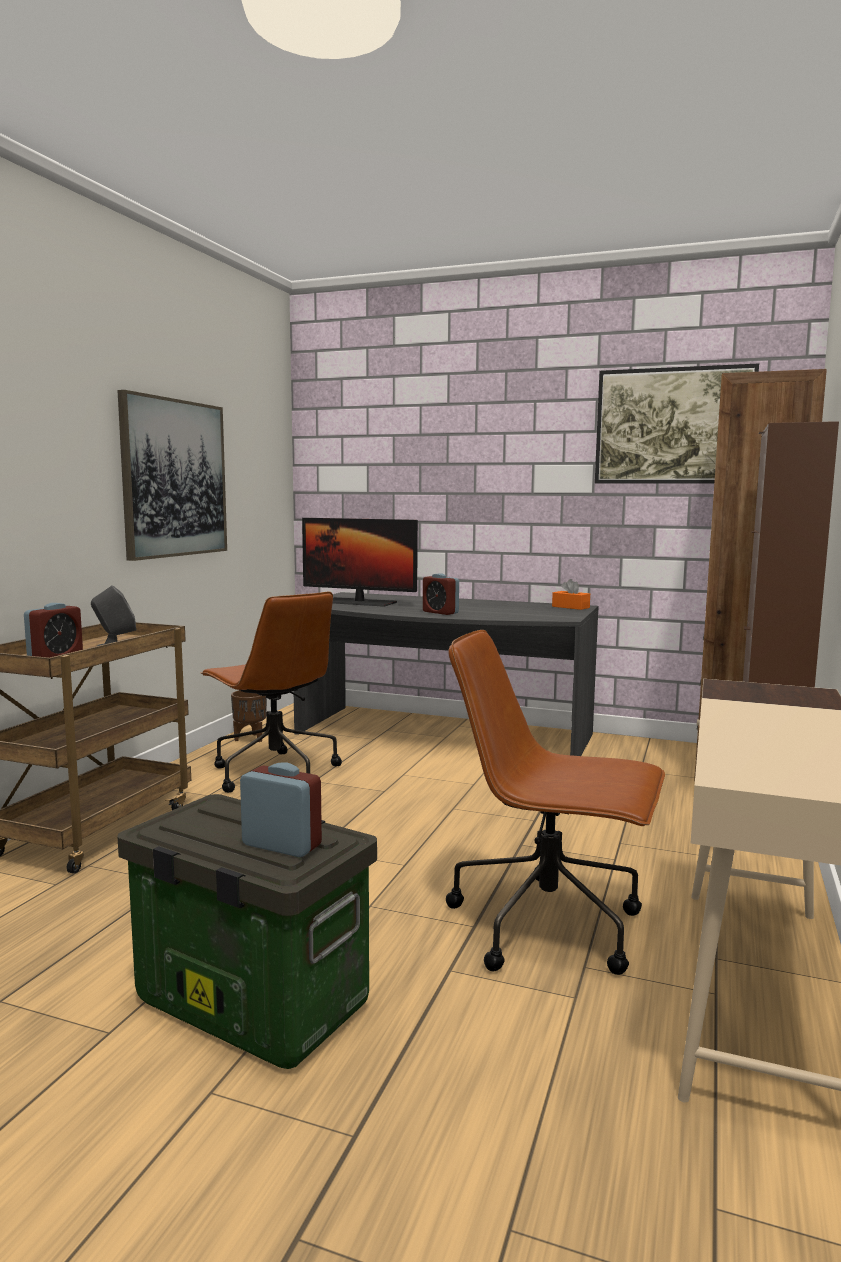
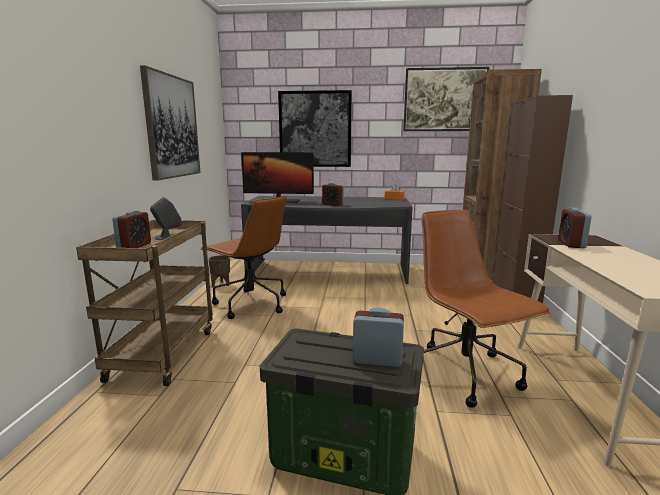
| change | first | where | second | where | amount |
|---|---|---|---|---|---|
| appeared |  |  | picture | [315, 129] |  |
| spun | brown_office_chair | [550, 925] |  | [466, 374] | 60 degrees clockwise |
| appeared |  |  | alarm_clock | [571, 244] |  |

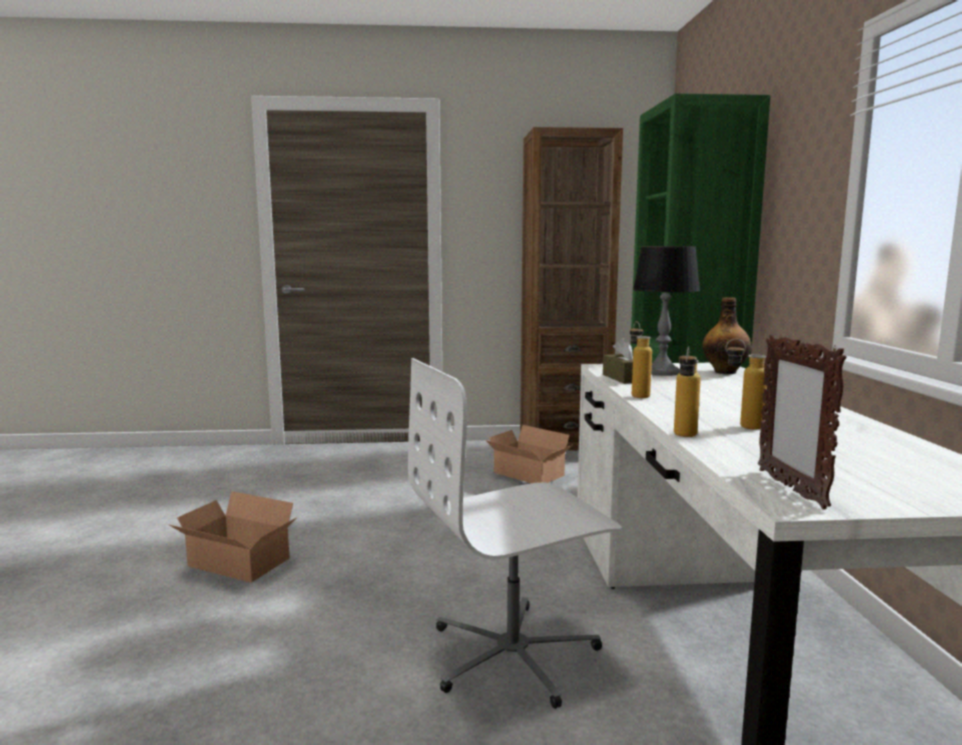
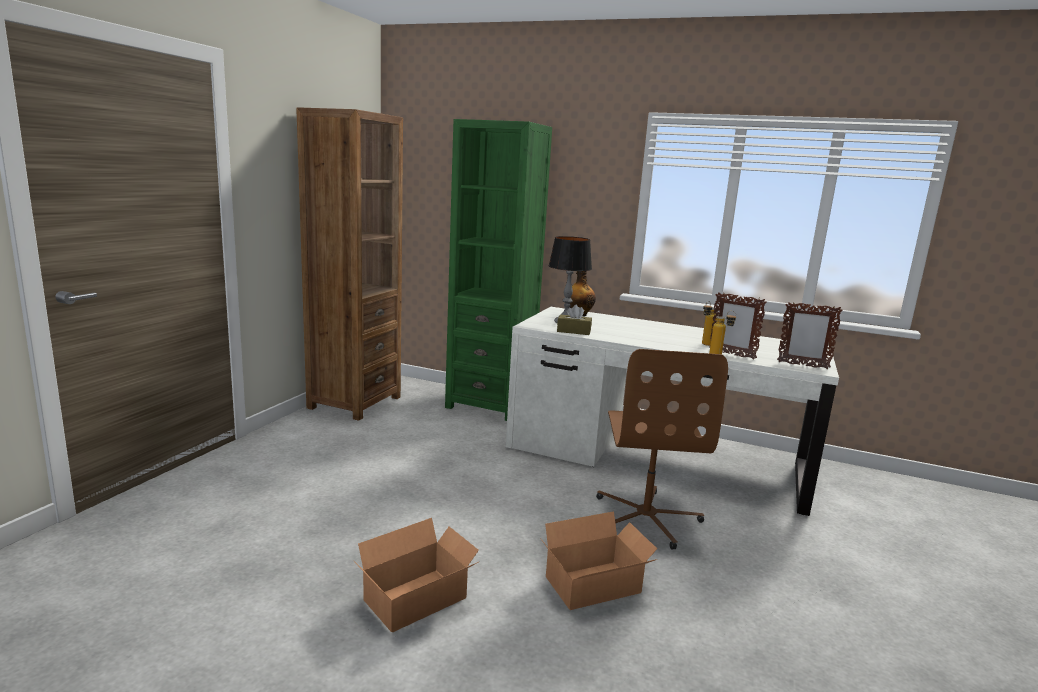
| change | first | where | second | where | amount |
|---|---|---|---|---|---|
| relocated | cardboard_box | [528, 475] |  | [596, 586] |  |
| colour | white_office_chair | [514, 655] | brown_office_chair | [646, 517] |  |
| appeared |  |  | picture_frame | [731, 354] |  |
| missing | bottle | [637, 395] |  |  |  |

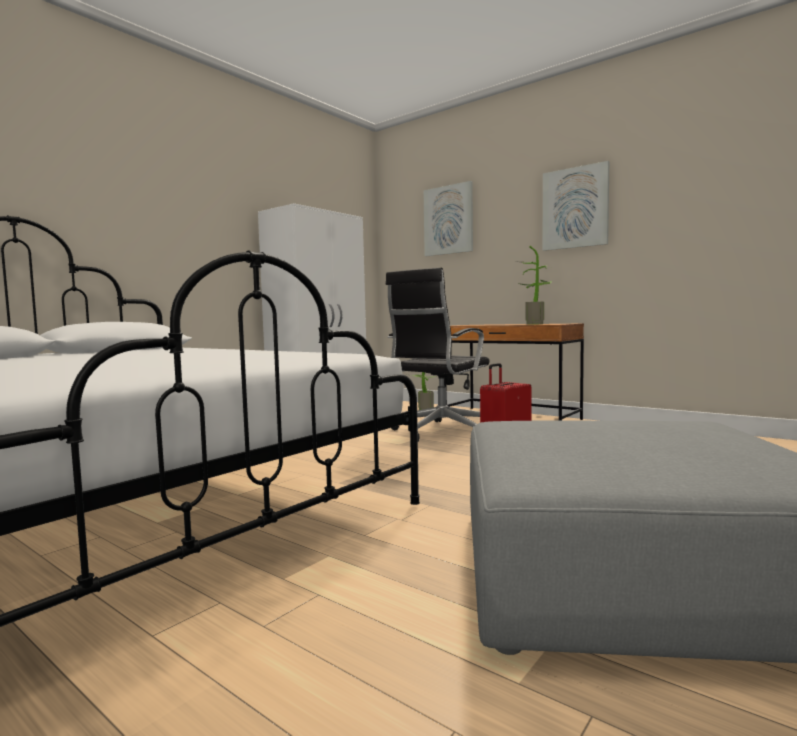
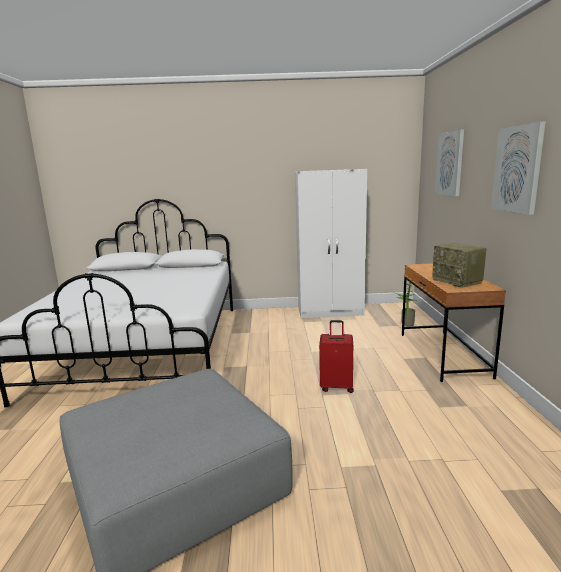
| change | first | where | second | where | amount |
|---|---|---|---|---|---|
| exchanged | potted_plant | [535, 324] | radio | [458, 281] |  |
| missing | black_office_chair | [439, 432] |  |  |  |

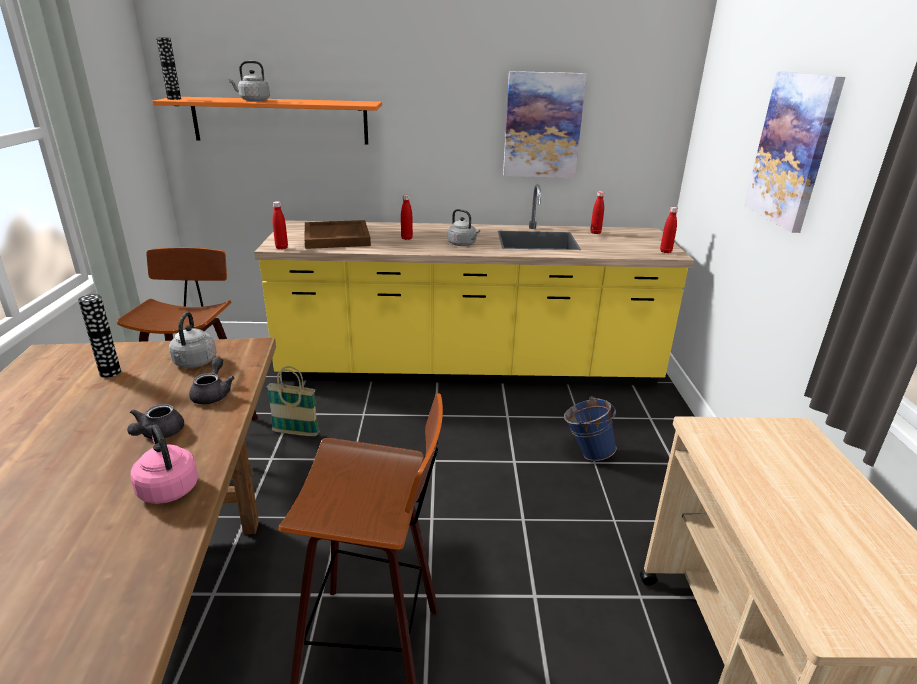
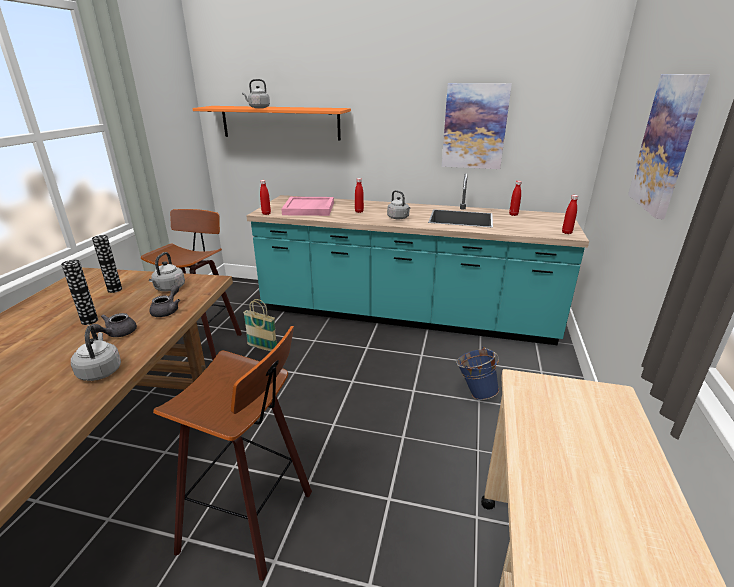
| change | first | where | second | where | amount |
|---|---|---|---|---|---|
| relocated | vase | [174, 99] |  | [89, 321] |  |
| colour | pink_kettle | [168, 488] | grey_kettle | [100, 371] |  |
| colour | yellow_counter | [469, 368] | turquoise_counter | [405, 315] |  |
| colour | brown_tray | [337, 238] | pink_tray | [309, 209] |  |

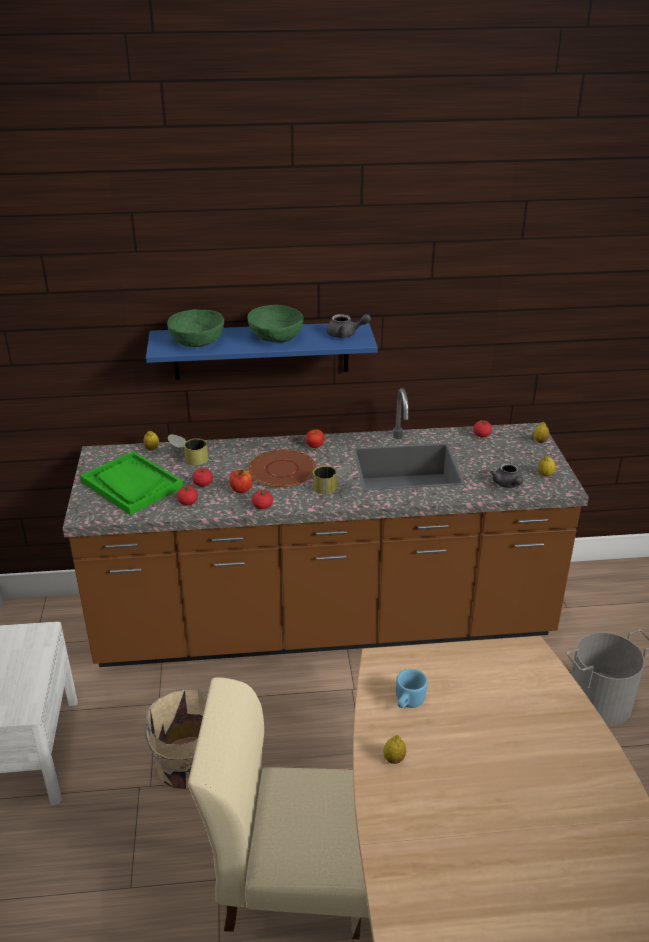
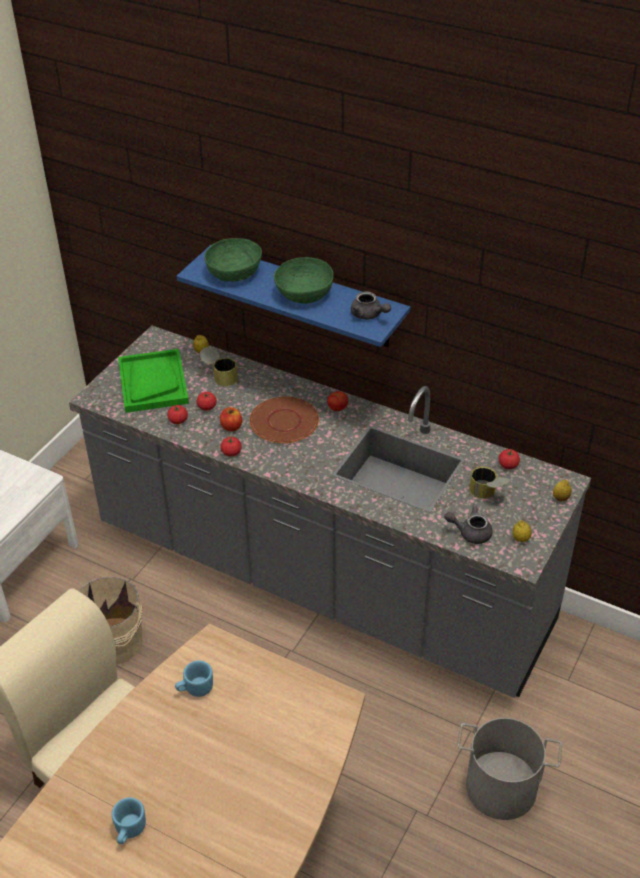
| change | first | where | second | where | amount |
|---|---|---|---|---|---|
| colour | brown_counter | [324, 623] | grey_counter | [321, 577] |  |
| appeared |  |  | blue_mug | [128, 831] |  |
| spun | grey_teapot | [508, 485] |  | [470, 532] | 75 degrees clockwise |
| relocated | can | [332, 489] |  | [487, 494] |  |
| missing | lemon | [394, 759] |  |  |  |

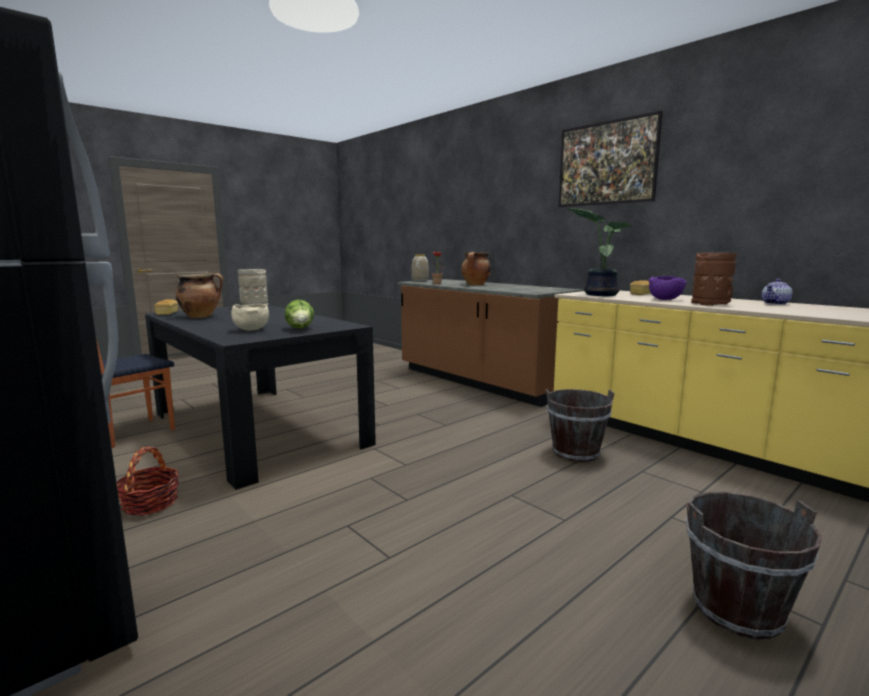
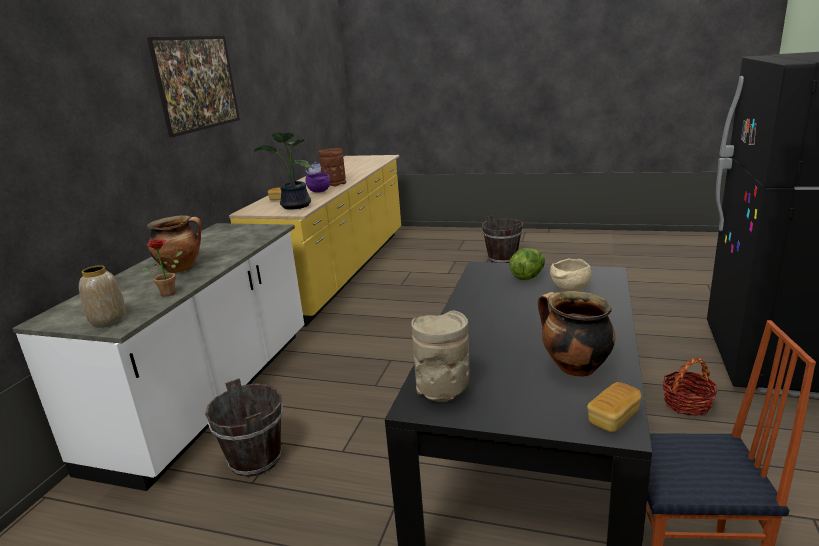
| change | first | where | second | where | amount |
|---|---|---|---|---|---|
| colour | brown_counter | [480, 381] | white_counter | [210, 395] |  |
| relocated | brown_bucket | [575, 453] |  | [256, 459] |  |

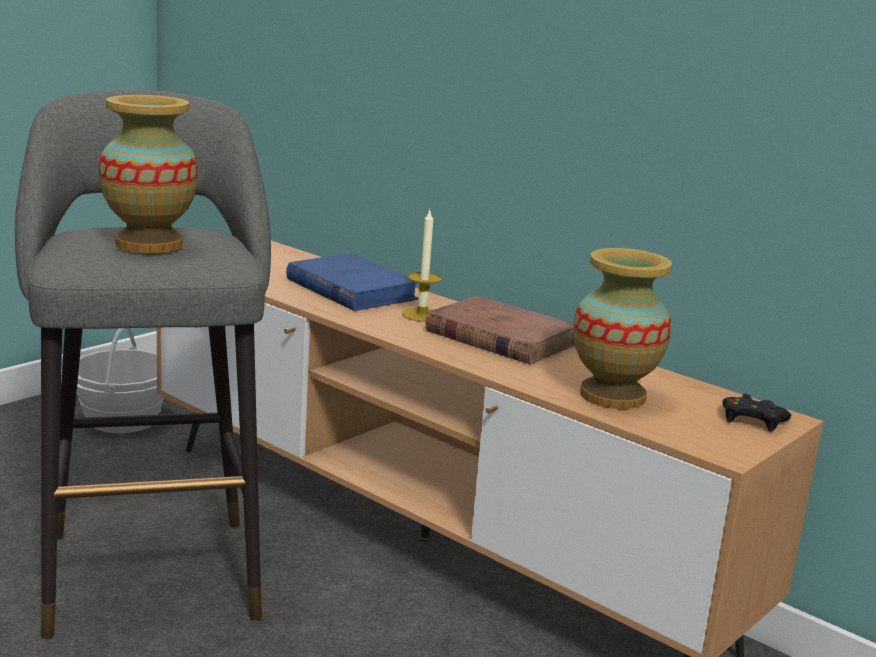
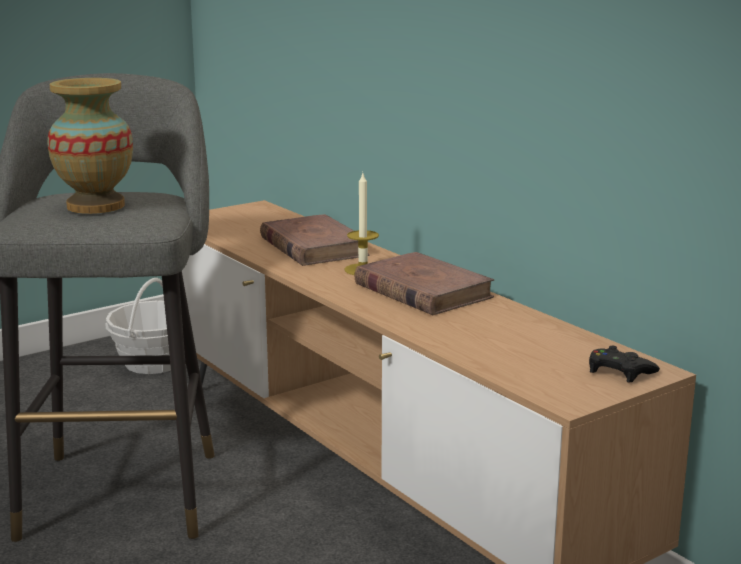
| change | first | where | second | where | amount |
|---|---|---|---|---|---|
| colour | blue_book | [350, 289] | brown_book | [313, 246] |  |
| missing | vase | [613, 396] |  |  |  |

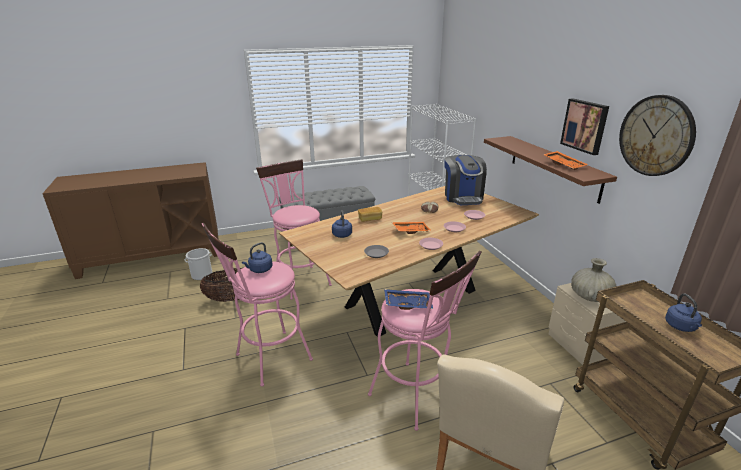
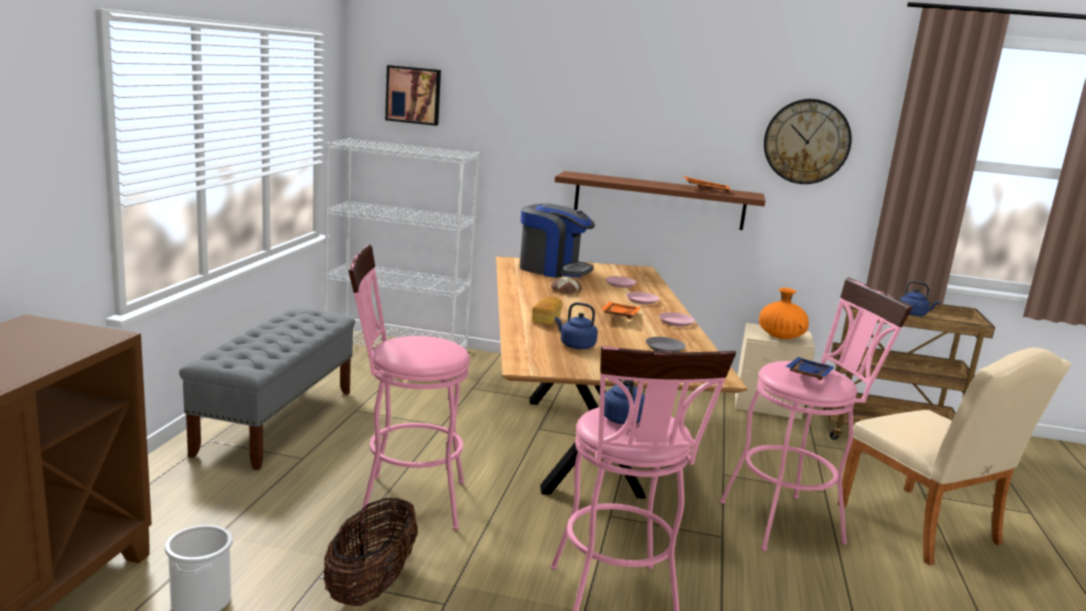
| change | first | where | second | where | amount |
|---|---|---|---|---|---|
| relocated | picture | [585, 126] |  | [413, 95] |  |
| colour | beige_vase | [590, 297] | orange_vase | [780, 337] |  |

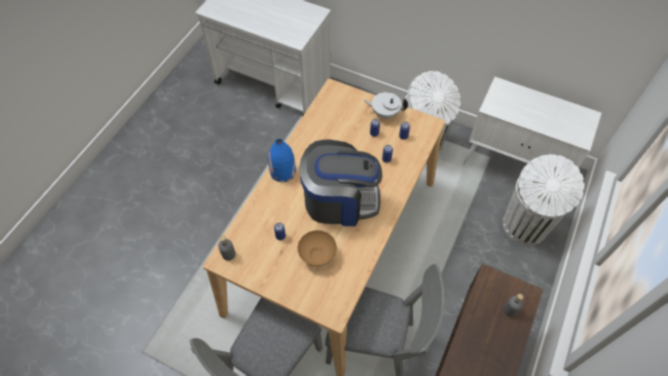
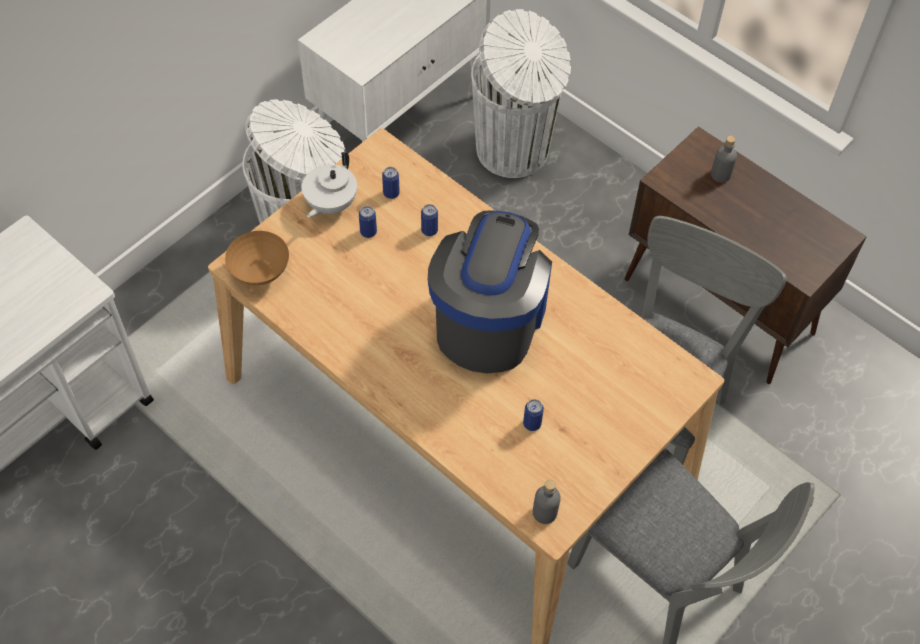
| change | first | where | second | where | amount |
|---|---|---|---|---|---|
| relocated | brown_bowl | [318, 256] |  | [261, 273] |  |
| missing | blue_vase | [282, 171] |  |  |  |

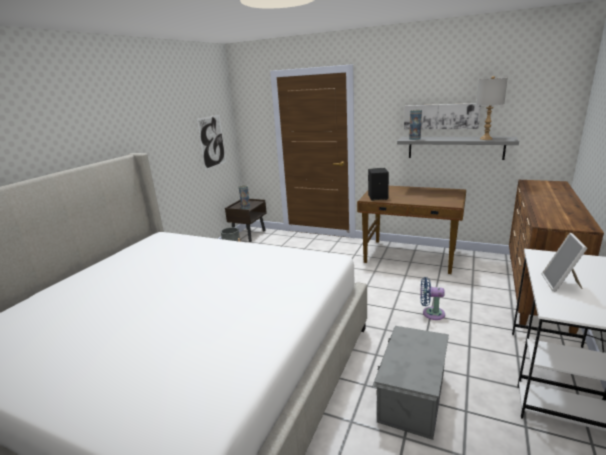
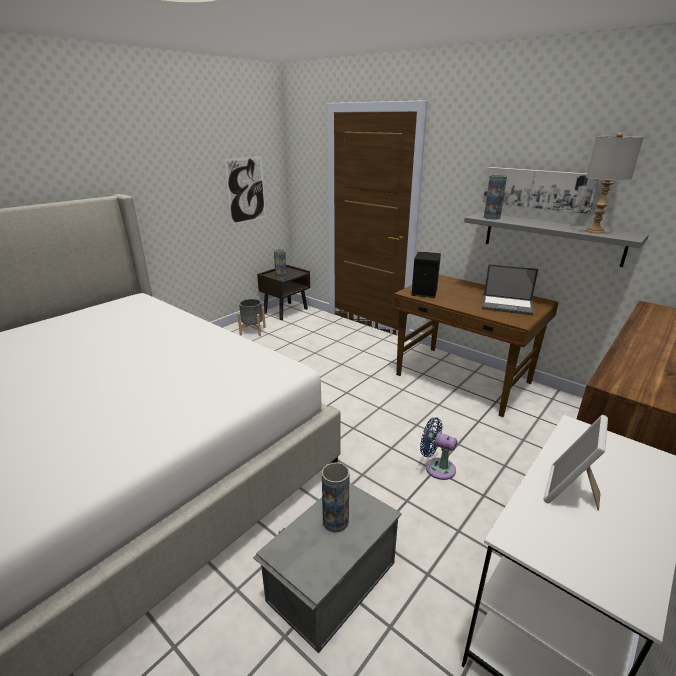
| change | first | where | second | where | amount |
|---|---|---|---|---|---|
| appeared |  |  | vase | [335, 521] |  |
| appeared |  |  | laptop | [507, 305] |  |

